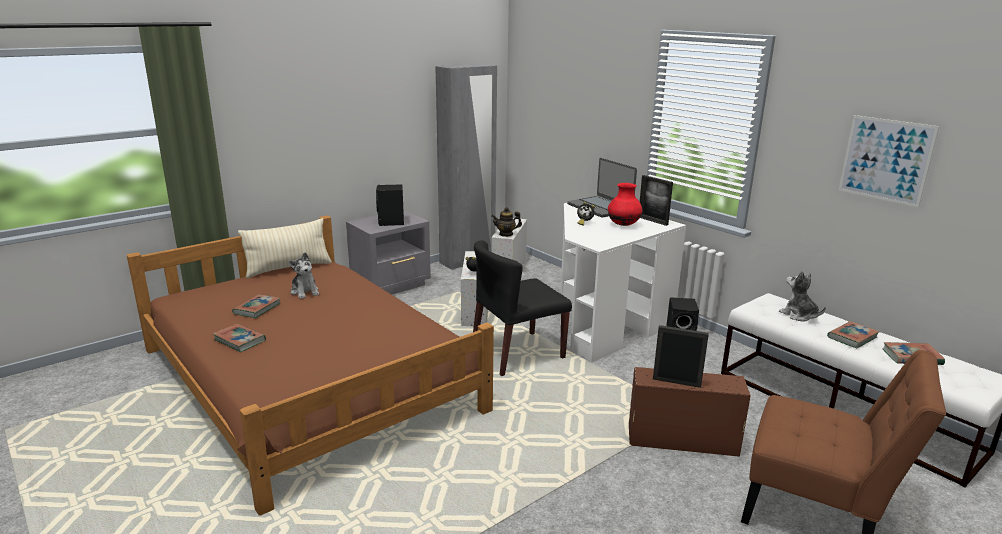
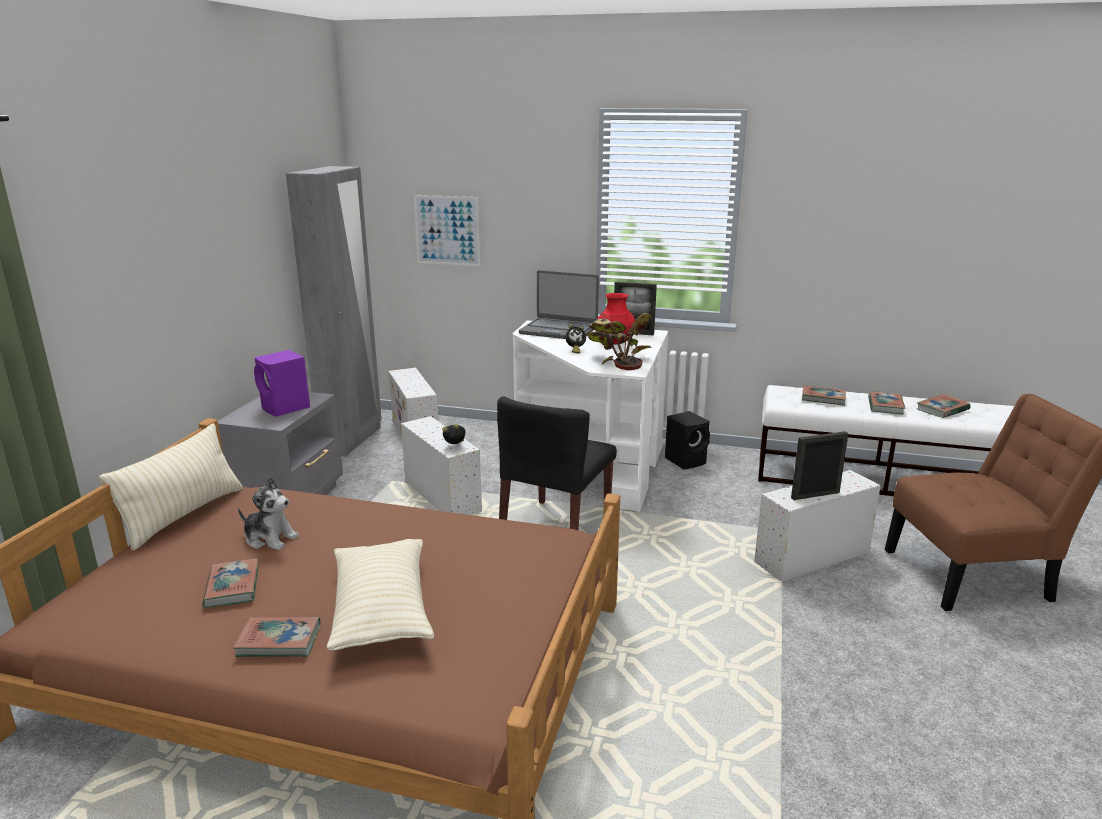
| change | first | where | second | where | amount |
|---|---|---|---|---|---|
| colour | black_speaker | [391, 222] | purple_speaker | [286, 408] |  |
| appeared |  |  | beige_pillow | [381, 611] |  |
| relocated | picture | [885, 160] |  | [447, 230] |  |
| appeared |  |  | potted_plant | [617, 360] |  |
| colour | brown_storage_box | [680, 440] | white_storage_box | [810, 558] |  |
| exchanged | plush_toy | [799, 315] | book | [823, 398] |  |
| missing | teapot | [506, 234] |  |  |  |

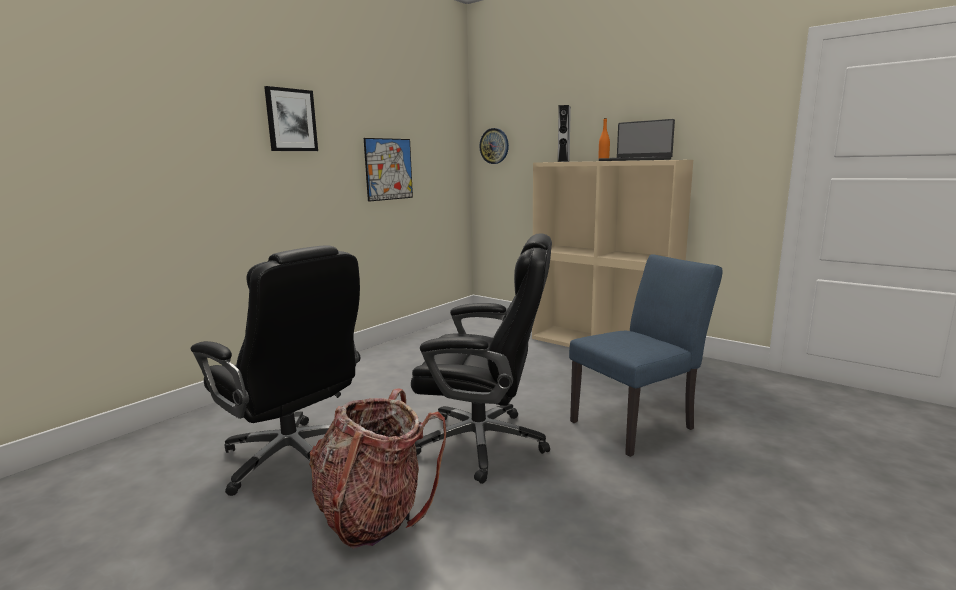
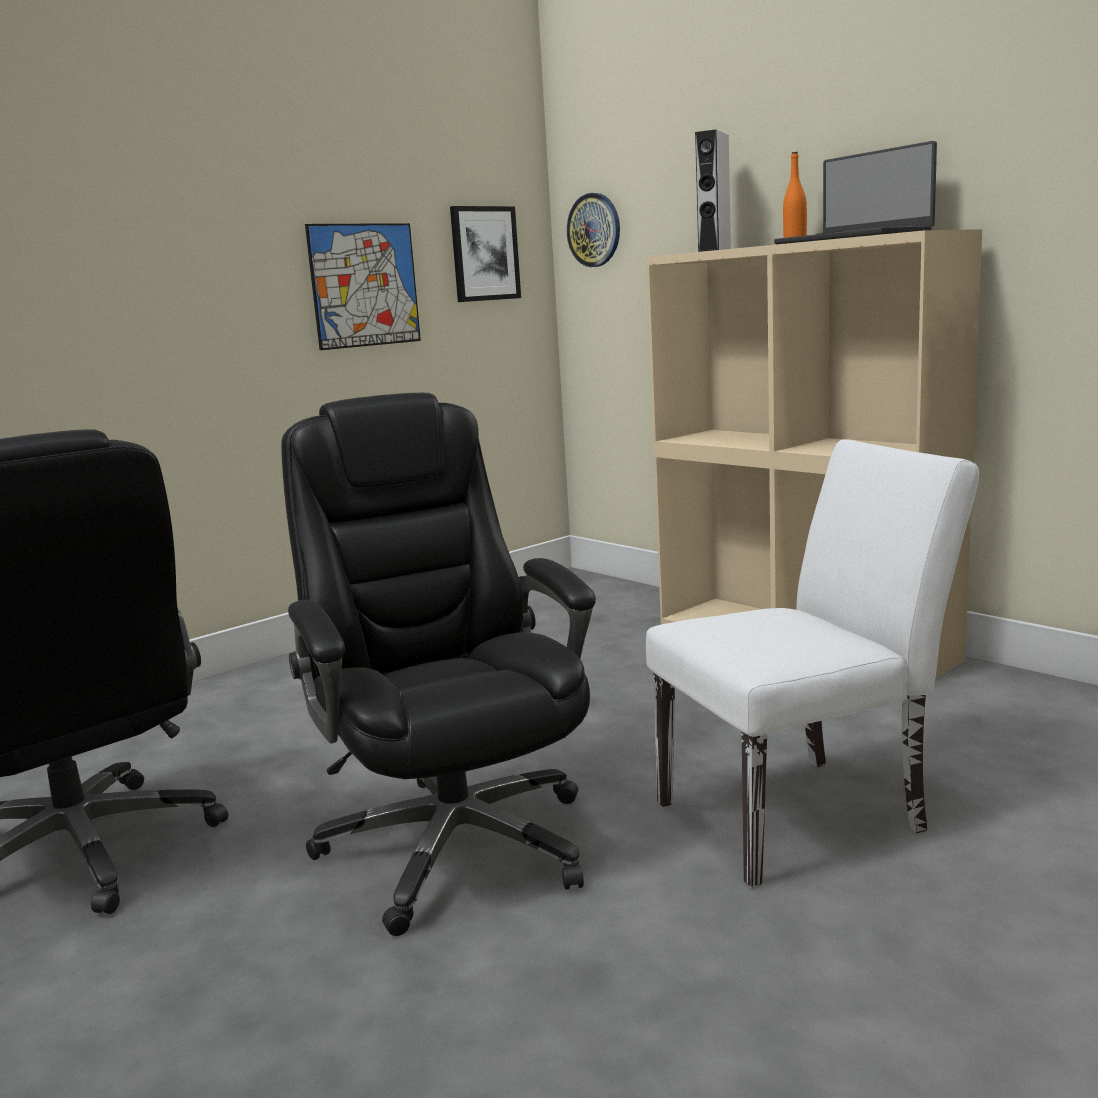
| change | first | where | second | where | amount |
|---|---|---|---|---|---|
| spun | black_office_chair | [483, 443] |  | [455, 842] | 135 degrees counterclockwise |
| relocated | picture | [291, 120] |  | [484, 254] |  |
| colour | blue_chair | [638, 423] | white_chair | [806, 813] |  |
| missing | backpack | [374, 514] |  |  |  |

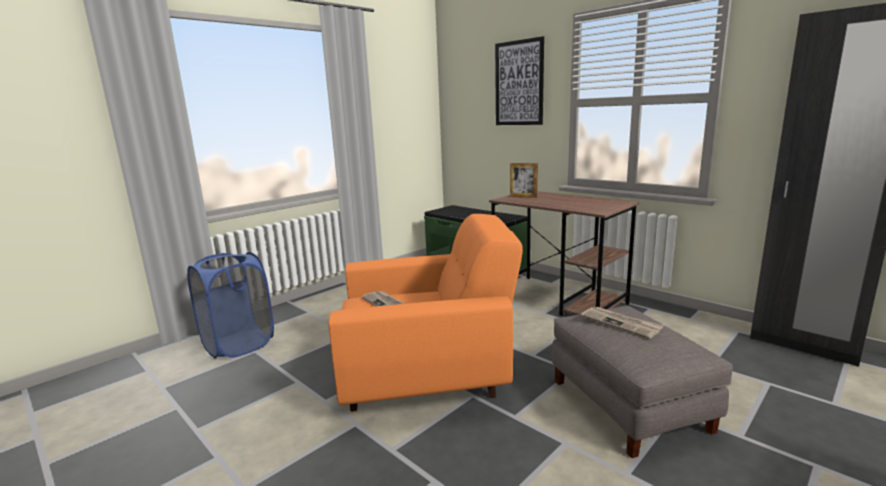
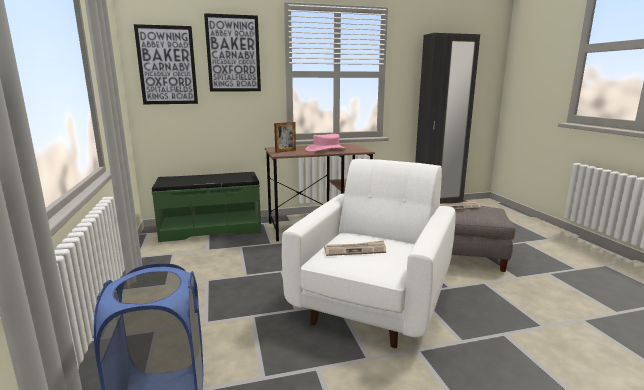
| change | first | where | second | where | amount |
|---|---|---|---|---|---|
| appeared |  |  | picture | [167, 65] |  |
| colour | orange_armchair | [427, 376] | white_armchair | [374, 301] |  |
| appeared |  |  | pink_hat | [326, 149] |  |

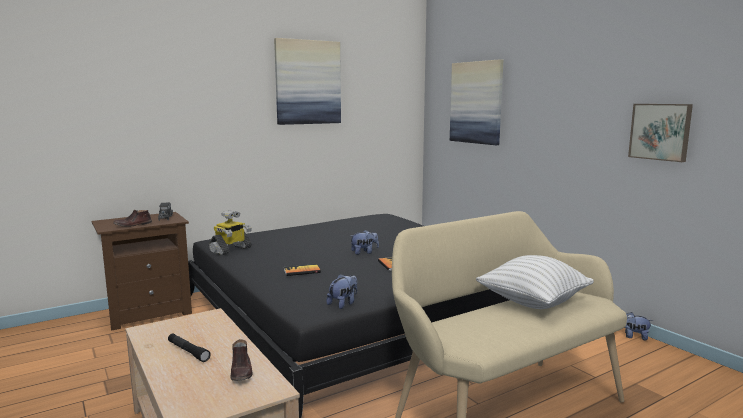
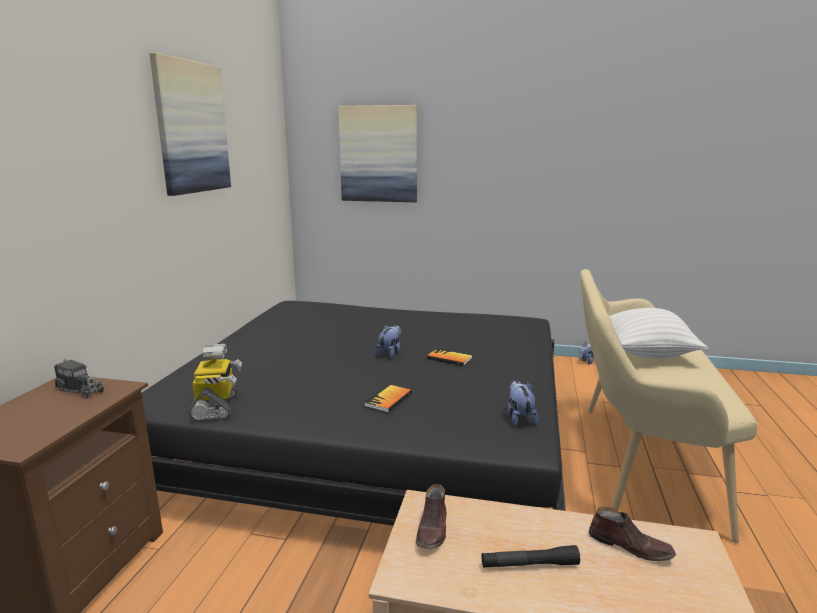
| change | first | where | second | where | amount |
|---|---|---|---|---|---|
| relocated | brown_shoe | [133, 225] |  | [433, 529] |  |
| missing | picture | [660, 131] |  |  |  |

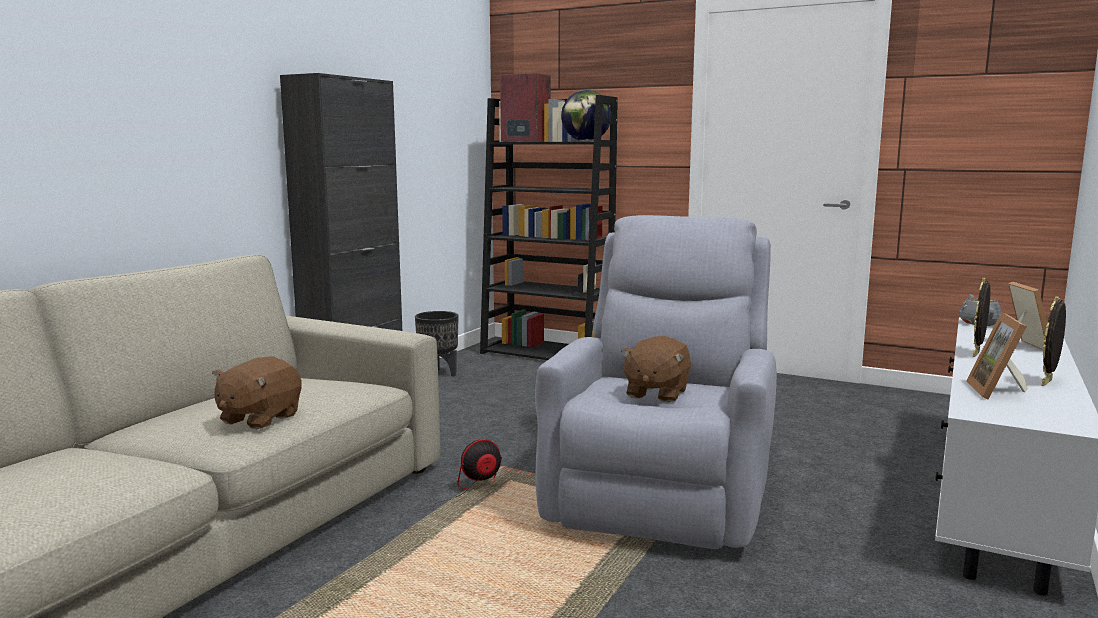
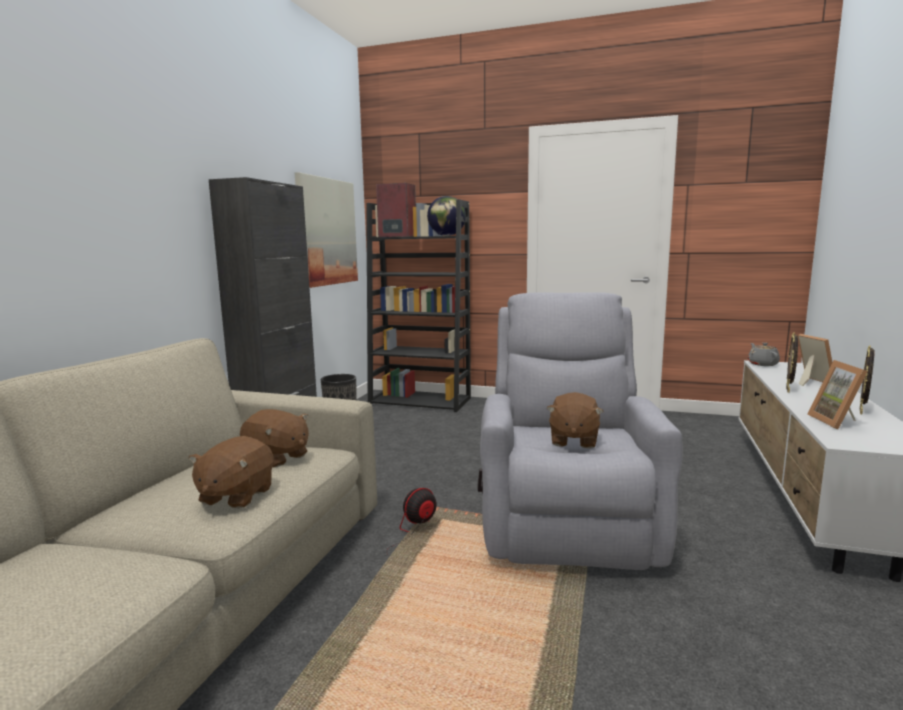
| change | first | where | second | where | amount |
|---|---|---|---|---|---|
| appeared |  |  | brown_plush_toy | [276, 458] |  |
| appeared |  |  | picture | [326, 232] |  |

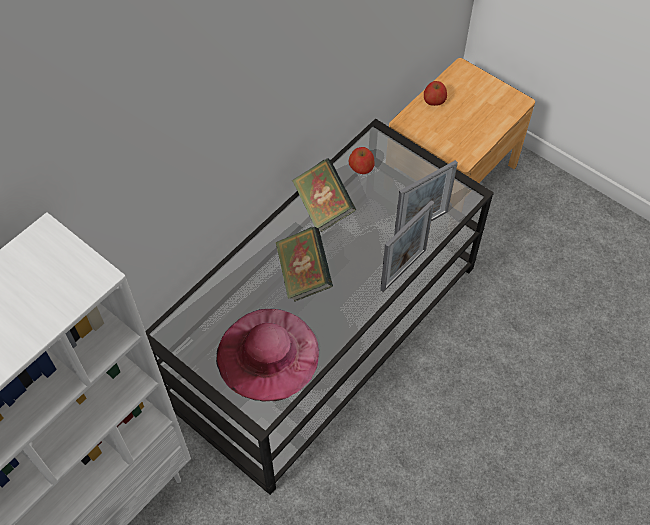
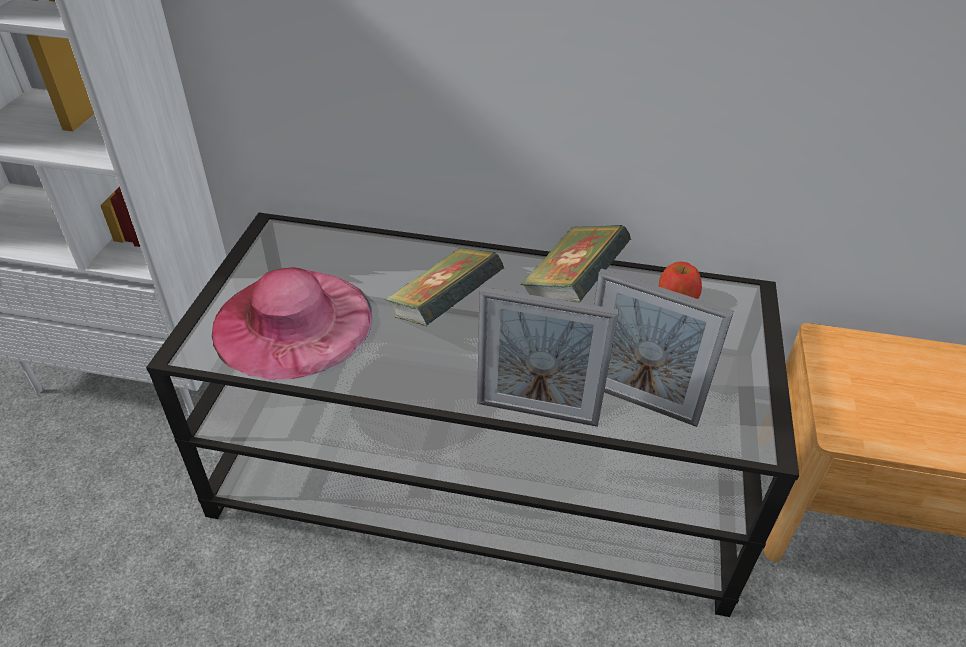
| change | first | where | second | where | amount |
|---|---|---|---|---|---|
| missing | apple | [434, 100] |  |  |  |

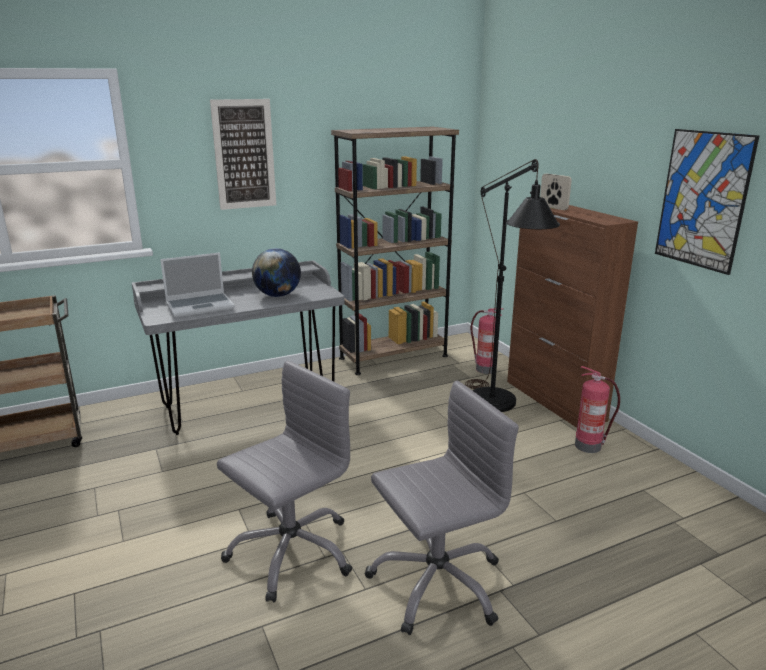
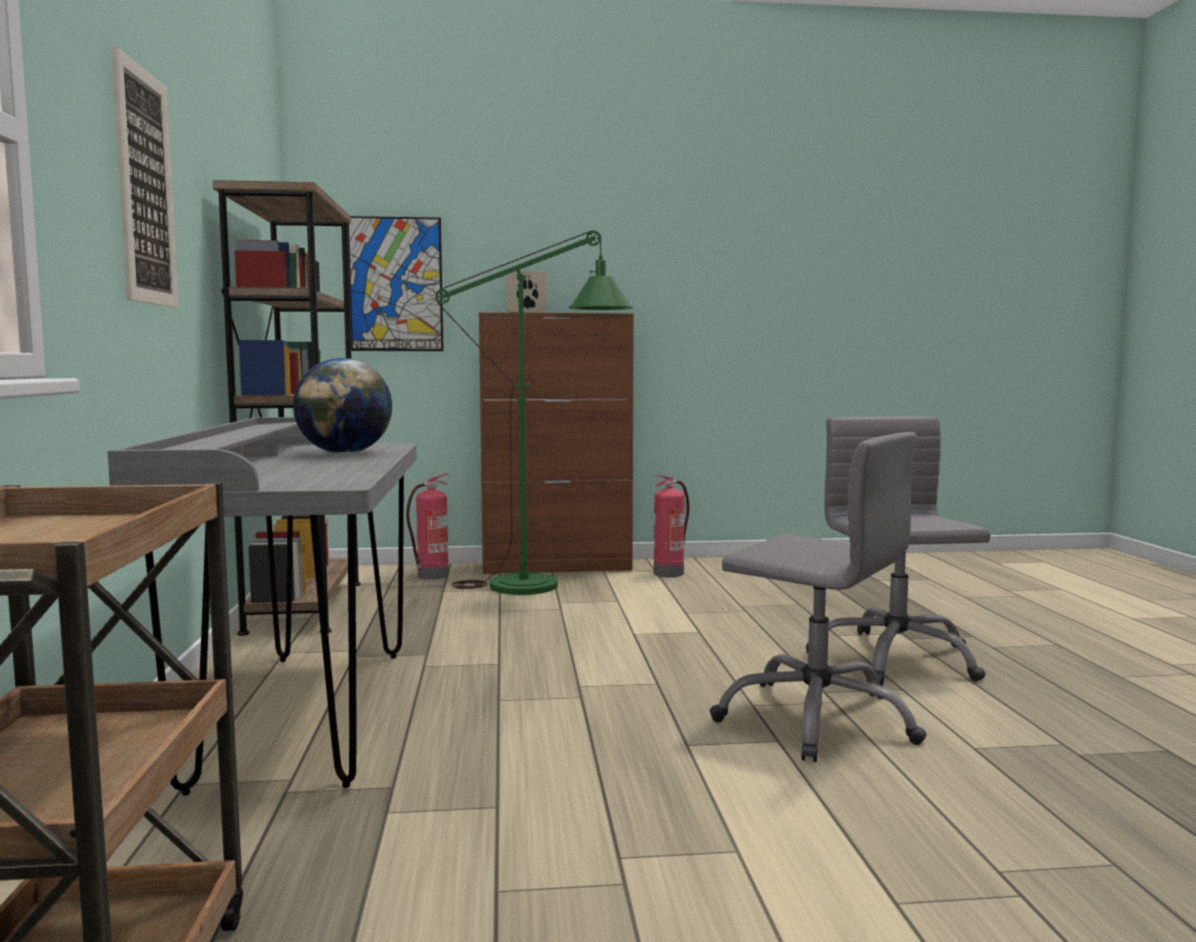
| change | first | where | second | where | amount |
|---|---|---|---|---|---|
| relocated | picture | [702, 200] |  | [395, 284] |  |
| colour | black_floor_lamp | [497, 407] | green_floor_lamp | [543, 586] |  |
| spun | grey_office_chair | [291, 552] |  | [817, 719] | 150 degrees clockwise |
| missing | laptop | [200, 306] |  |  |  |

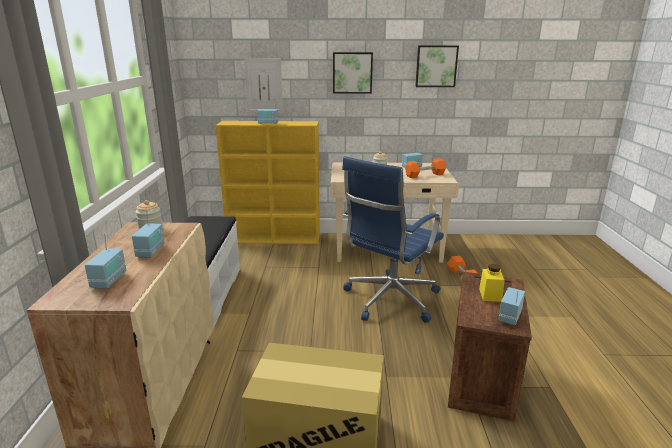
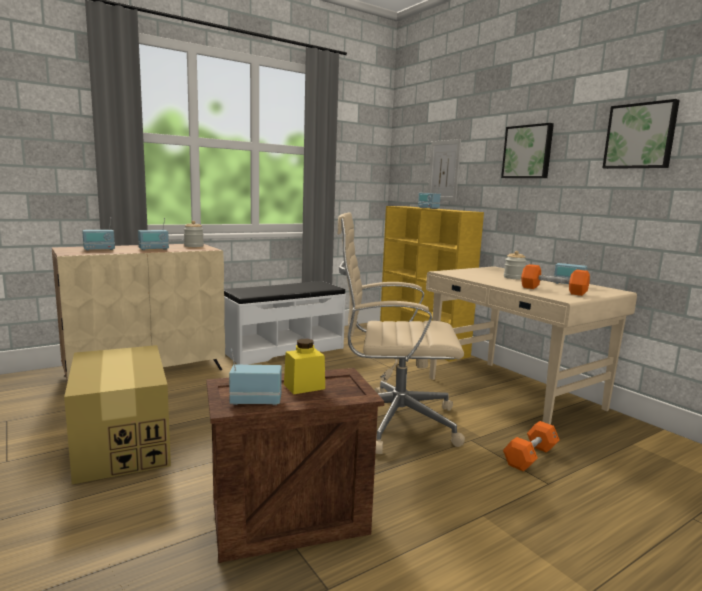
| change | first | where | second | where | amount |
|---|---|---|---|---|---|
| colour | blue_office_chair | [389, 300] | beige_office_chair | [392, 422] |  |

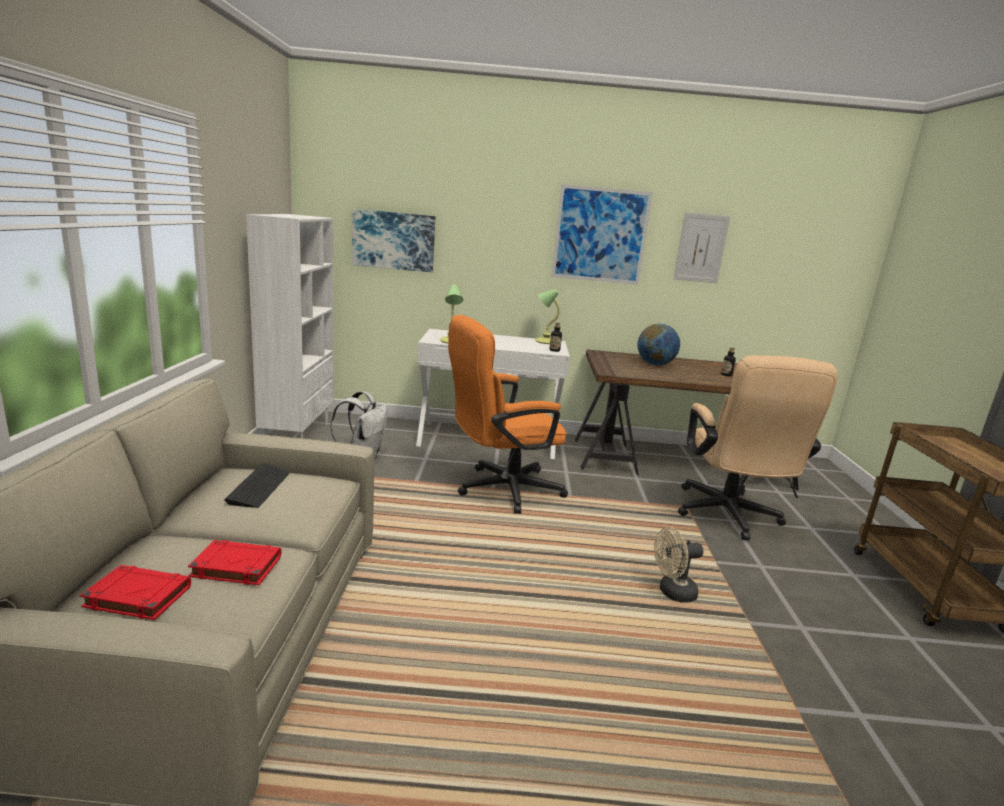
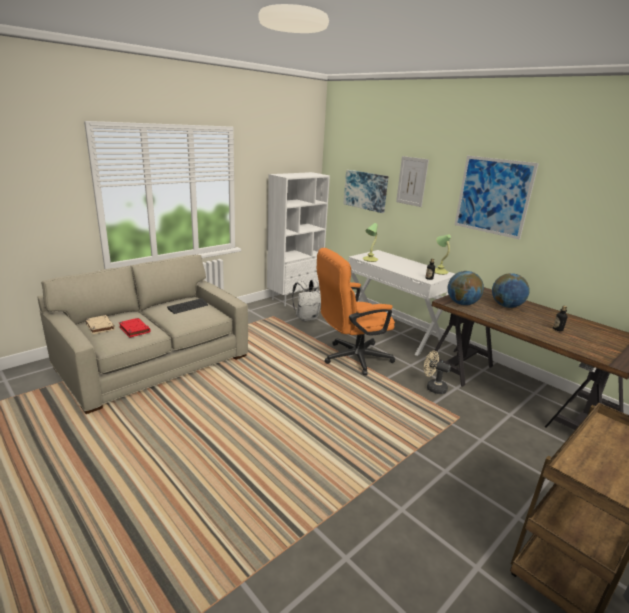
| change | first | where | second | where | amount |
|---|---|---|---|---|---|
| colour | red_book | [137, 597] | beige_book | [100, 326] |  |
| spun | orange_office_chair | [500, 489] |  | [351, 358] | 45 degrees counterclockwise |
| relocated | picture | [701, 248] |  | [412, 181] |  |
| relocated | beige_fan | [672, 592] |  | [433, 387] |  |
| appeared |  |  | globe | [462, 303] |  |
| missing | beige_office_chair | [729, 517] |  |  |  |

